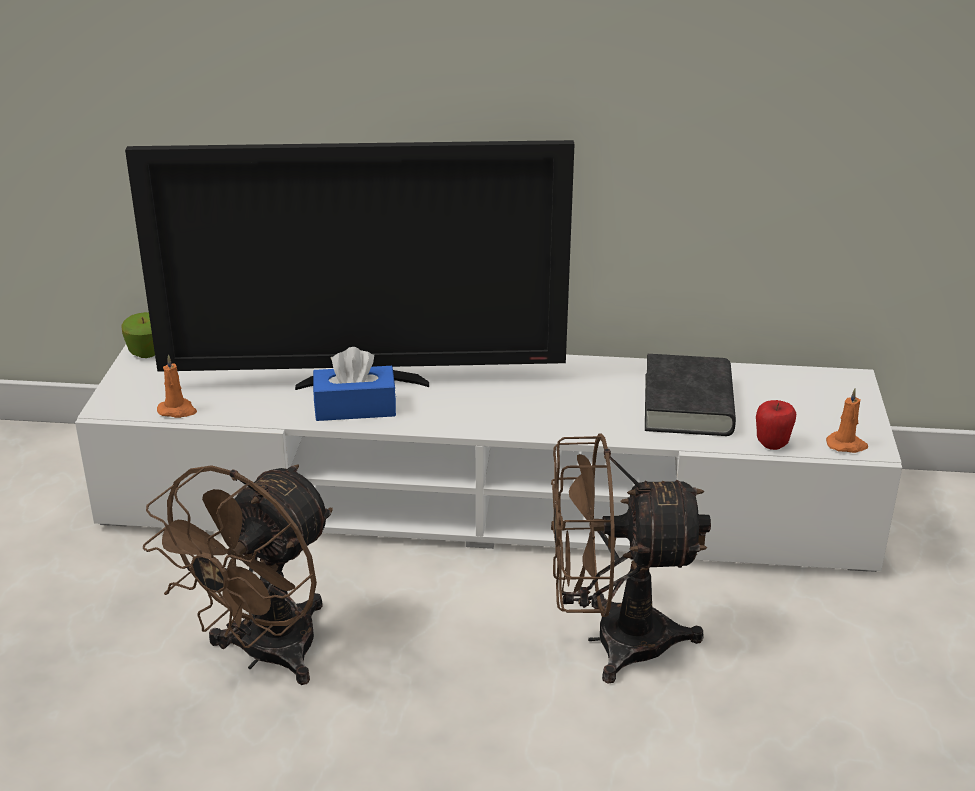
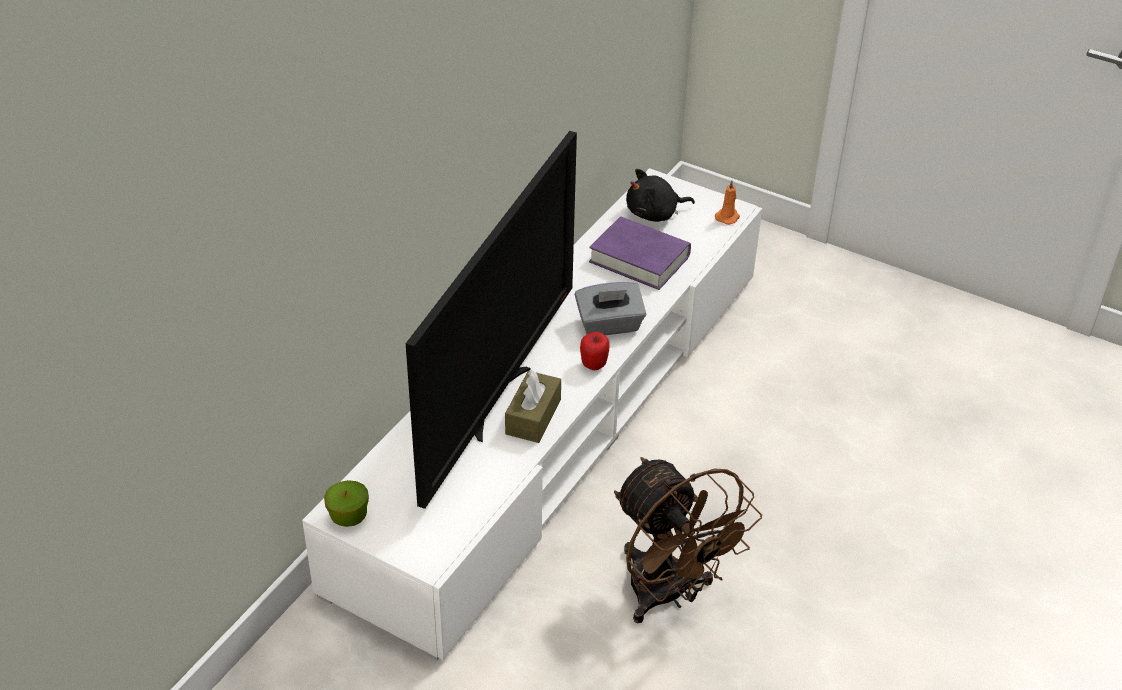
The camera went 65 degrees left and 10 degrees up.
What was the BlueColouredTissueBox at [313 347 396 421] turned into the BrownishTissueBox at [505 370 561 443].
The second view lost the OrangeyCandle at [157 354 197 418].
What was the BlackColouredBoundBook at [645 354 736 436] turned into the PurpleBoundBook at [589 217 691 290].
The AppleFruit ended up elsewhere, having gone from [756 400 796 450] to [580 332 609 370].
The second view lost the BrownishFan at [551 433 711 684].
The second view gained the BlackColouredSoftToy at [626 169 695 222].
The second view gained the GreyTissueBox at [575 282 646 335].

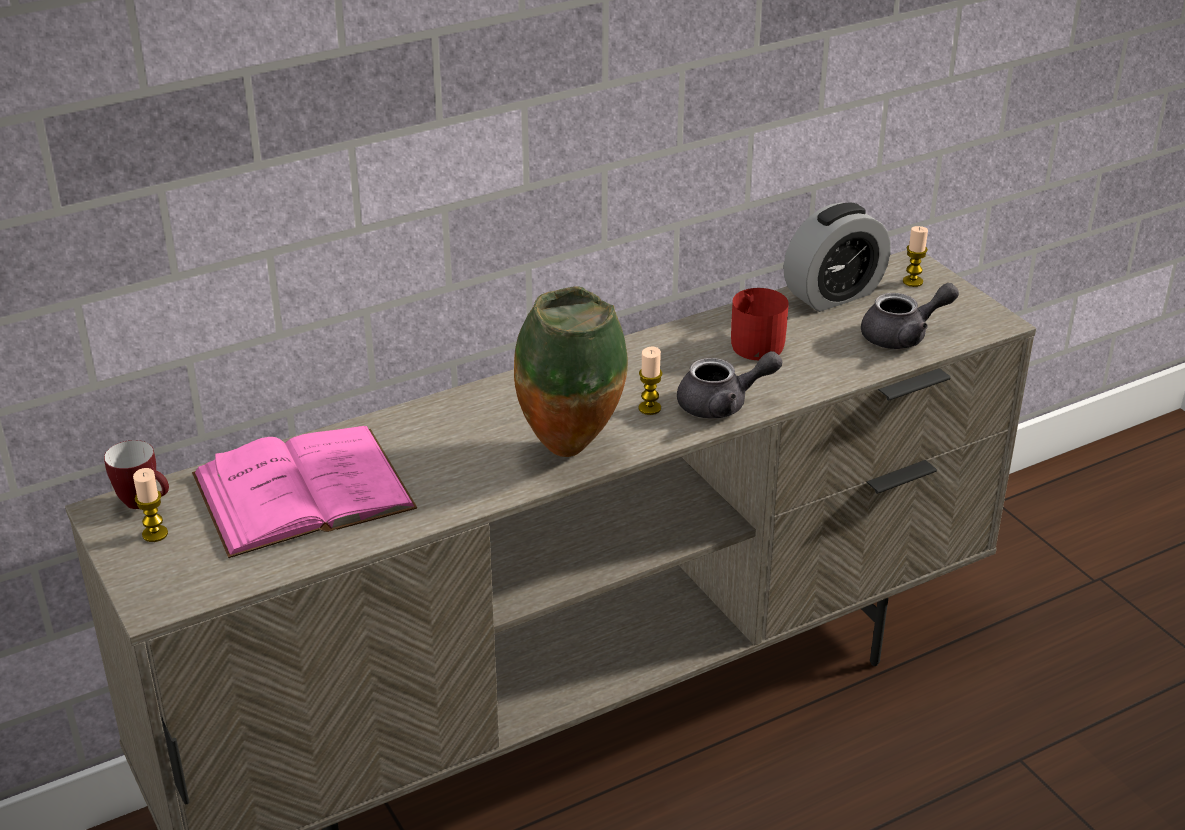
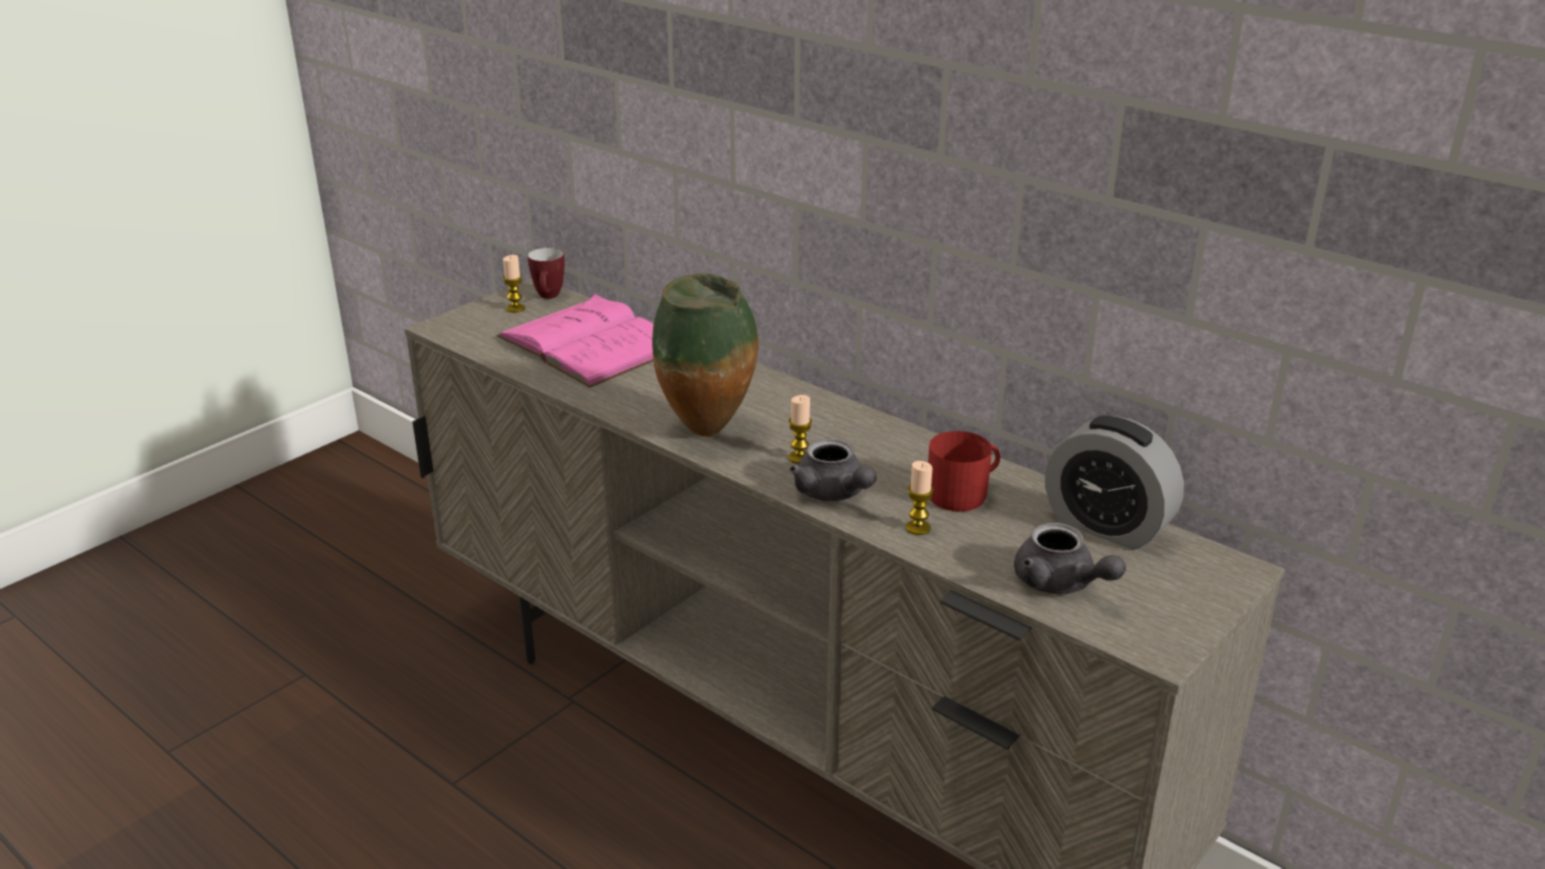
The camera went 70 degrees right and 5 degrees down.
The Candle ended up elsewhere, having gone from [903 226 928 287] to [906 461 934 535].

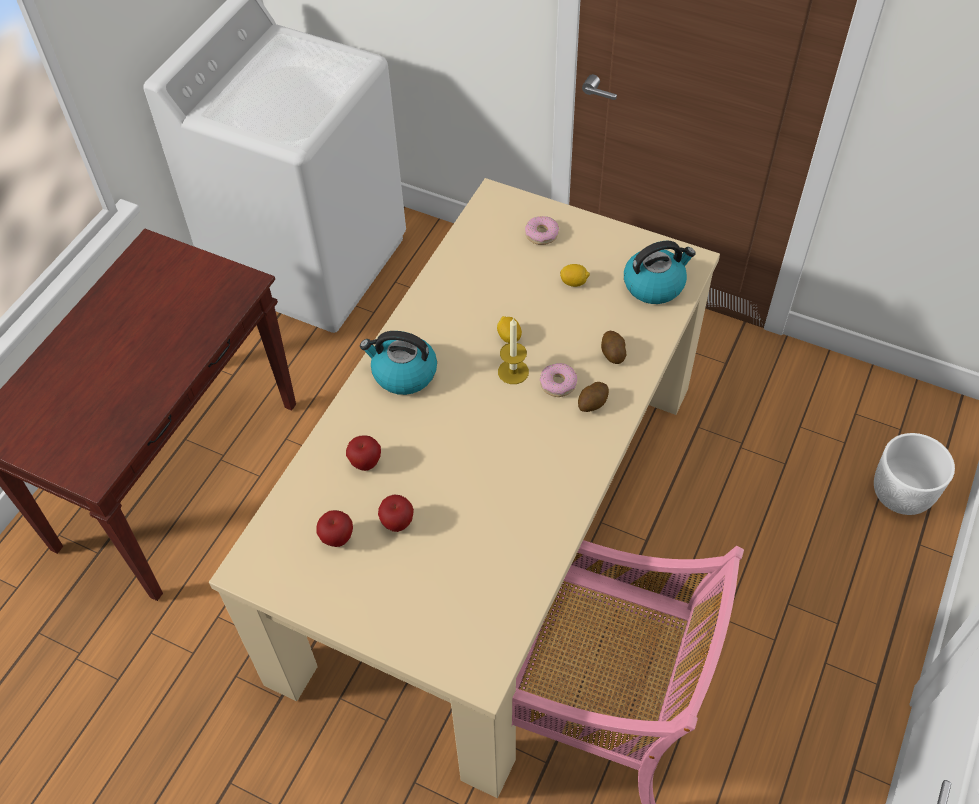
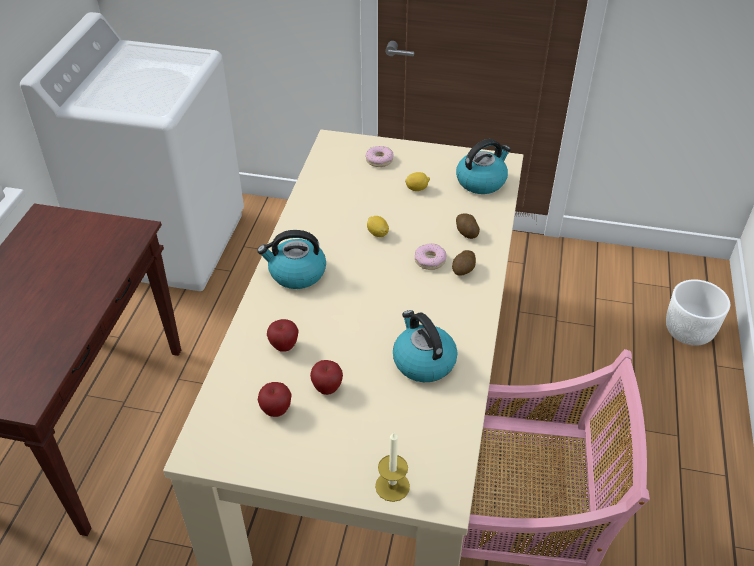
The camera went 15 degrees left and 10 degrees down.
The Candle ended up elsewhere, having gone from [498 318 529 384] to [375 432 410 502].
The second view gained the WaterKettle at [393 310 458 382].

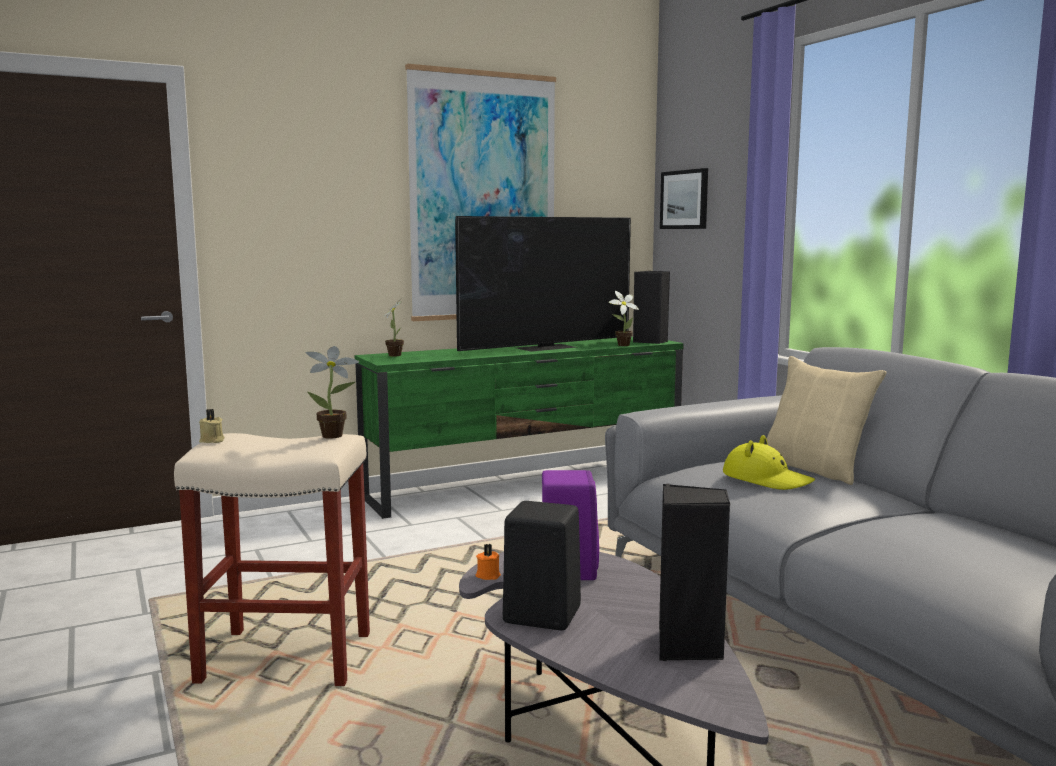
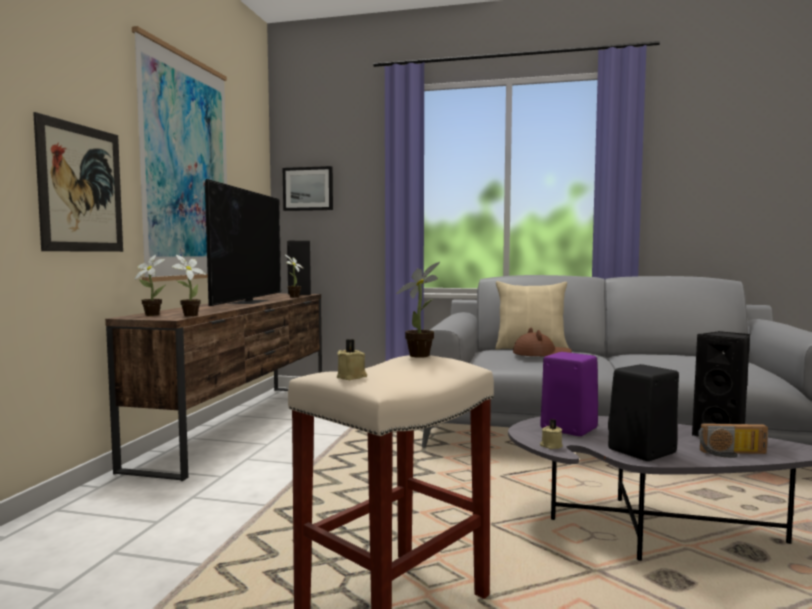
The camera went 50 degrees left and 5 degrees down.
What was the GreenMediaConsole at [355 337 684 519] turned into the BrownishMediaConsole at [105 293 322 481].
What was the YellowColouredHat at [723 435 815 490] turned into the BrownishHat at [513 328 572 357].
What was the OrangeyCandle at [476 544 501 580] turned into the BeigeColouredCandle at [540 419 563 449].
The second view gained the WallPicture at [33 112 123 252].
The second view gained the Houseplant at [172 255 206 316].
The second view gained the RadioReceiver at [698 423 768 458].

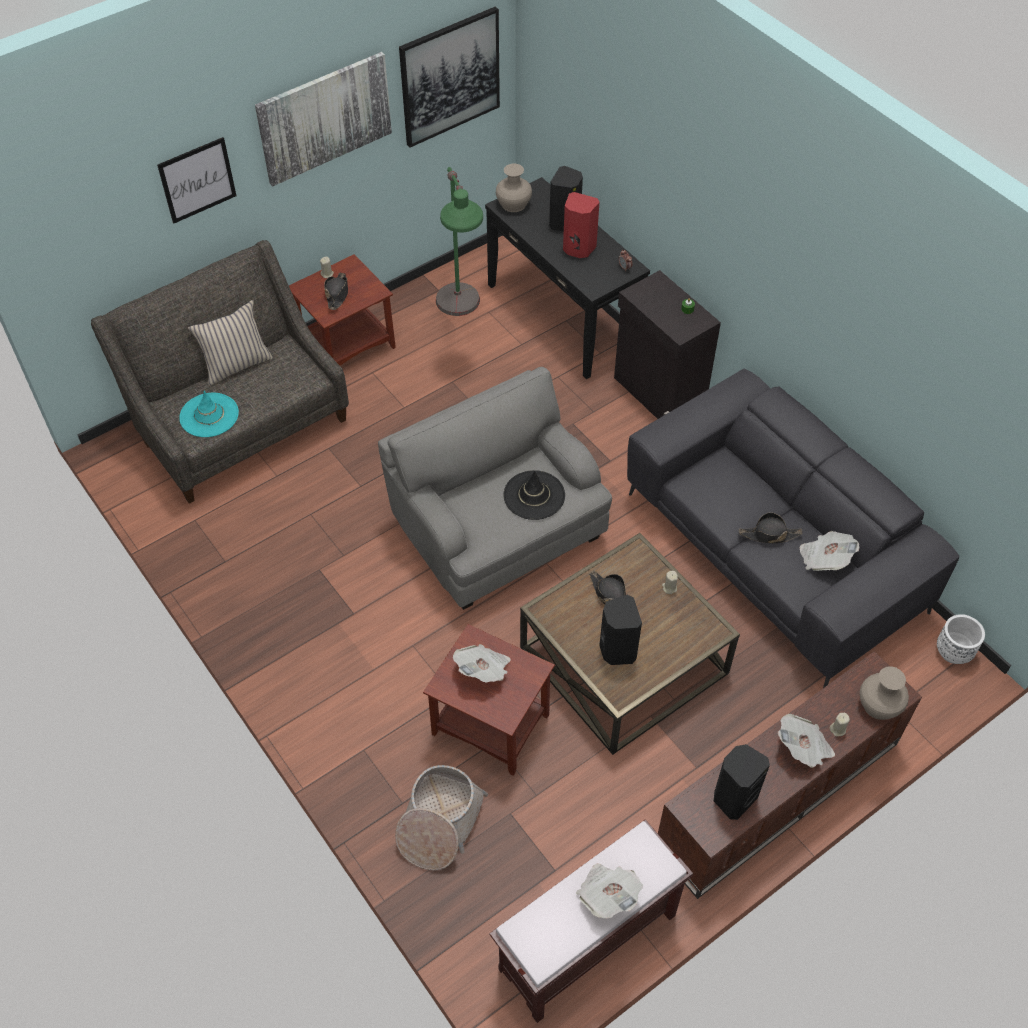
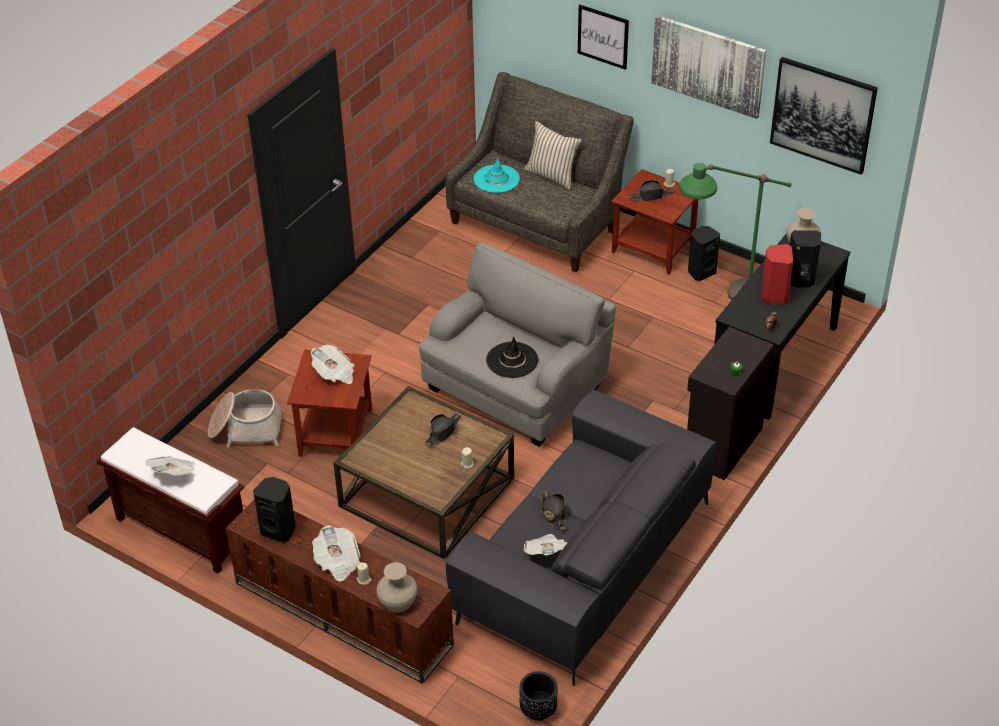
The camera went 70 degrees right and 10 degrees down.
The BlackColouredSpeaker ended up elsewhere, having gone from [599 595 642 665] to [688 226 720 281].
What was the WhitishFlowerPot at [937 614 985 664] turned into the BlackColouredFlowerPot at [520 671 558 721].

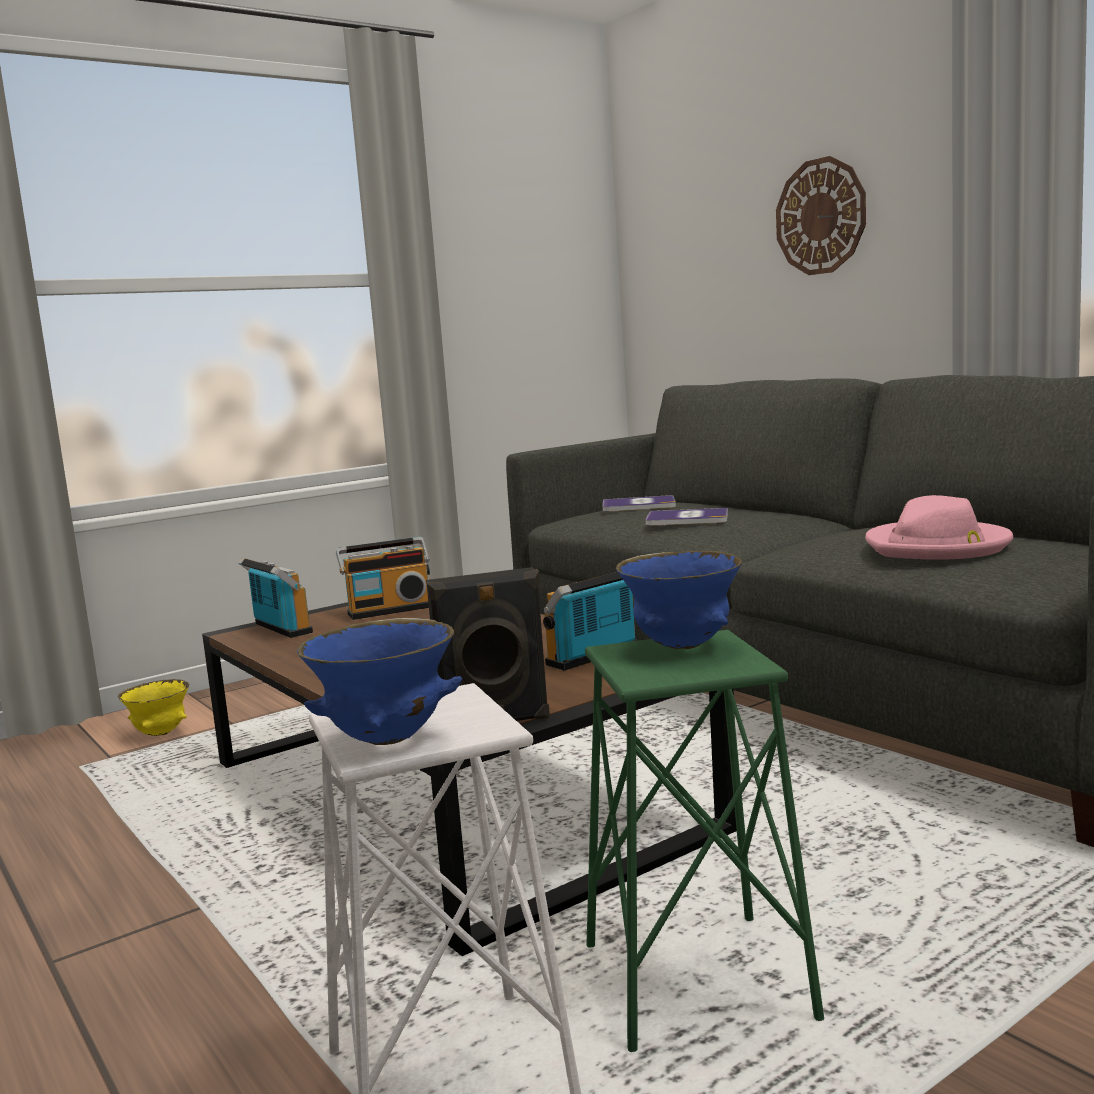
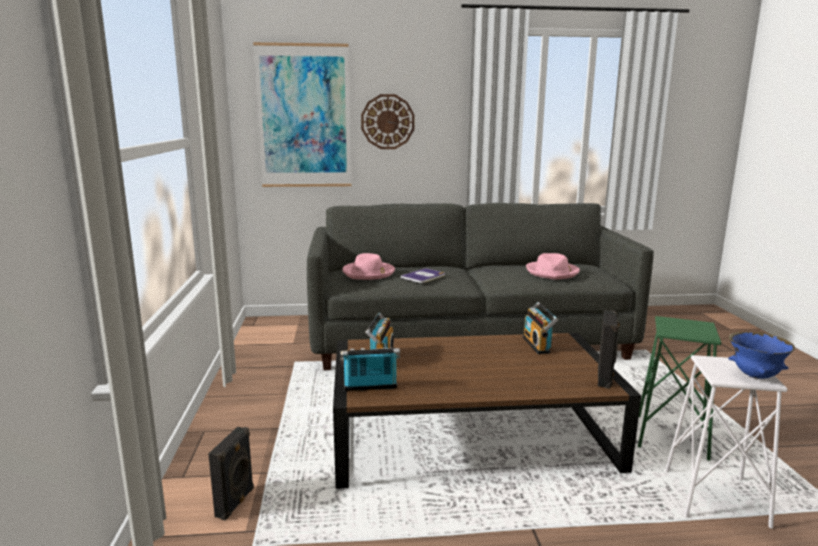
The camera went 60 degrees left and 5 degrees up.
Where the BoundBook stood at [603 495 676 512], the PinkishHat came to stand at [342 253 395 280].
The second view lost the BlueColouredBowl at [616 550 742 649].
Where the YellowColouredBowl stood at [118 679 189 736], the BlackColouredSpeaker came to stand at [208 427 254 520].
The second view gained the WallPicture at [253 42 351 187].

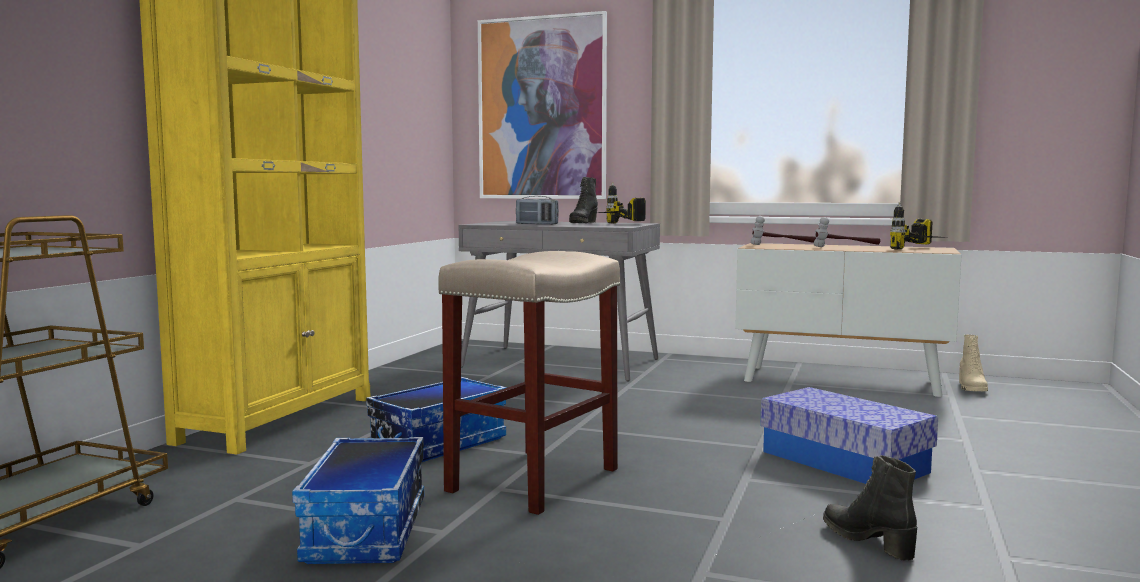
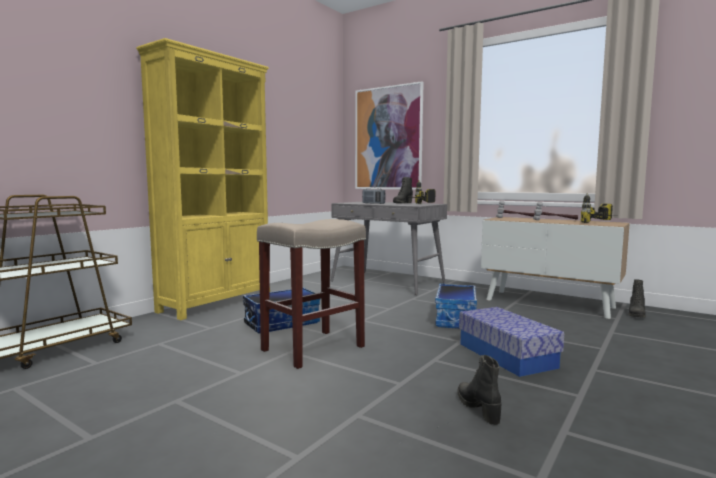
The camera went 15 degrees right and 0 degrees up.
What was the BeigeColouredTallBoot at [959 335 988 391] turned into the BlackColouredTallBoot at [628 279 646 318].
The StorageContainer ended up elsewhere, having gone from [292 437 424 564] to [435 284 477 329].

